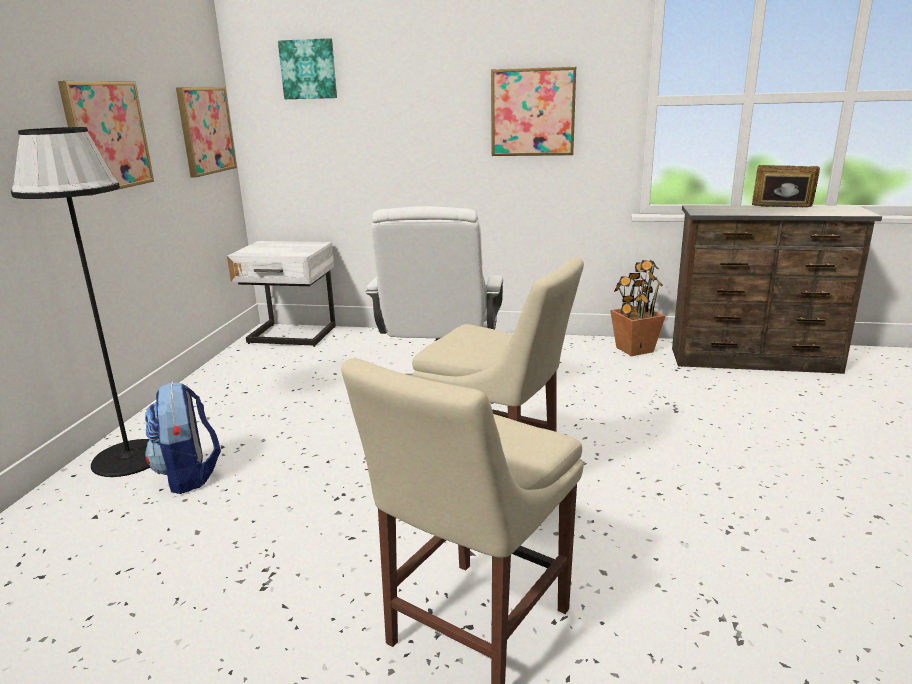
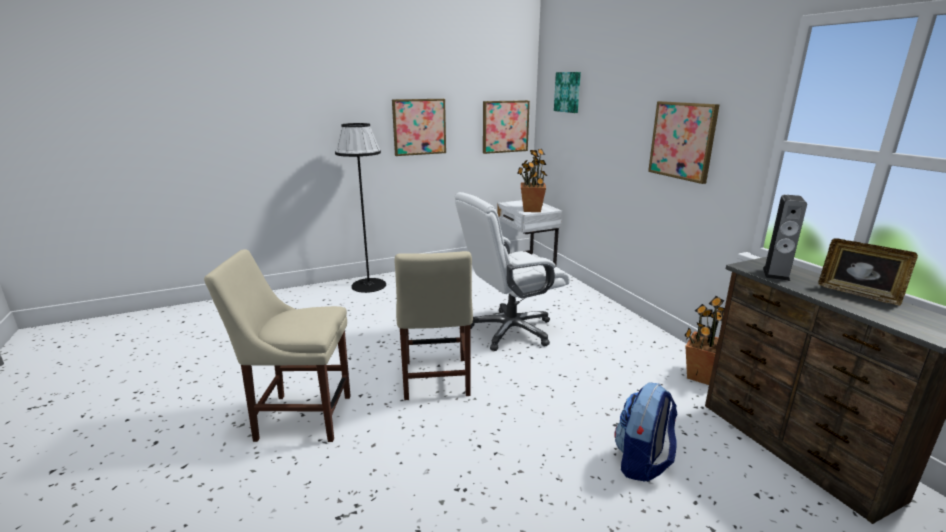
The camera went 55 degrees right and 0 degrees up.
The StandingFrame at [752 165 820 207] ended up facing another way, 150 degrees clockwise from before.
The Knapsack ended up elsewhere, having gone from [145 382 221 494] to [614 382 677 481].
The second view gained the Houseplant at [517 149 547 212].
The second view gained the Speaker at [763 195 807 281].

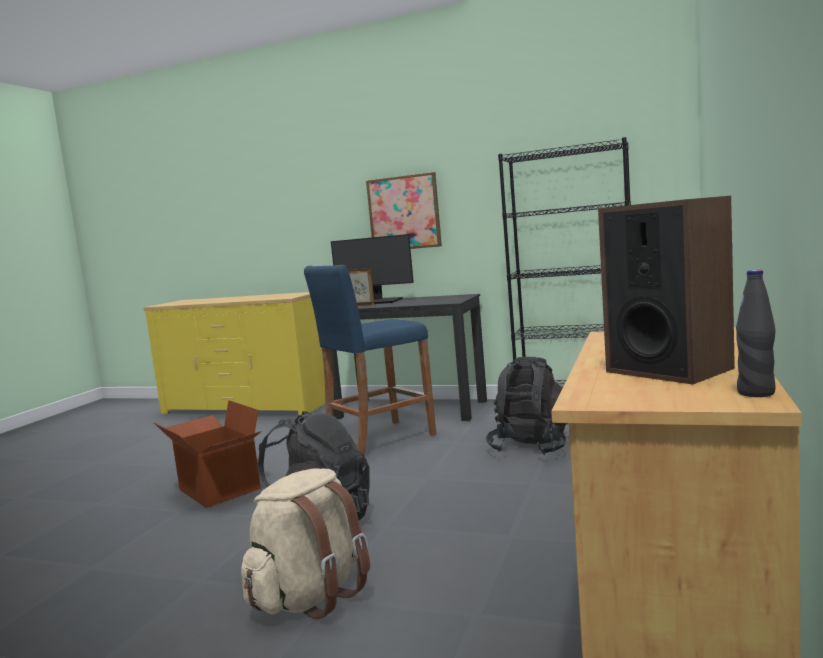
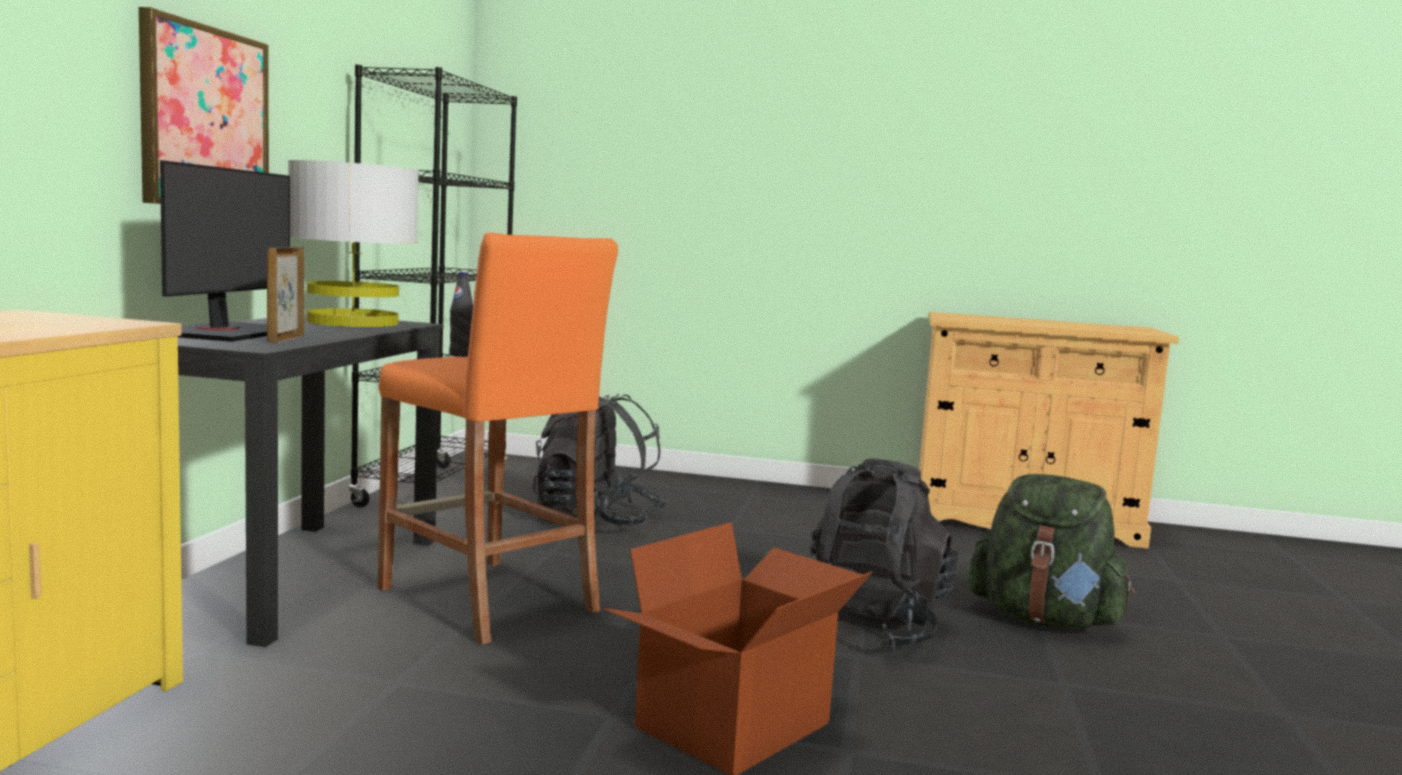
The camera went 100 degrees left and 0 degrees up.
The second view lost the Speaker at [598 196 735 385].
What was the BlueColouredStool at [304 265 436 456] turned into the OrangeyStool at [378 232 618 644].
The BlackColouredBeverageBottle ended up elsewhere, having gone from [736 270 775 397] to [449 272 473 357].
What was the BeigeColouredKnapsack at [241 469 370 619] turned into the GreenKnapsack at [969 474 1135 628].
The second view gained the GreyTabletopLamp at [288 160 419 327].

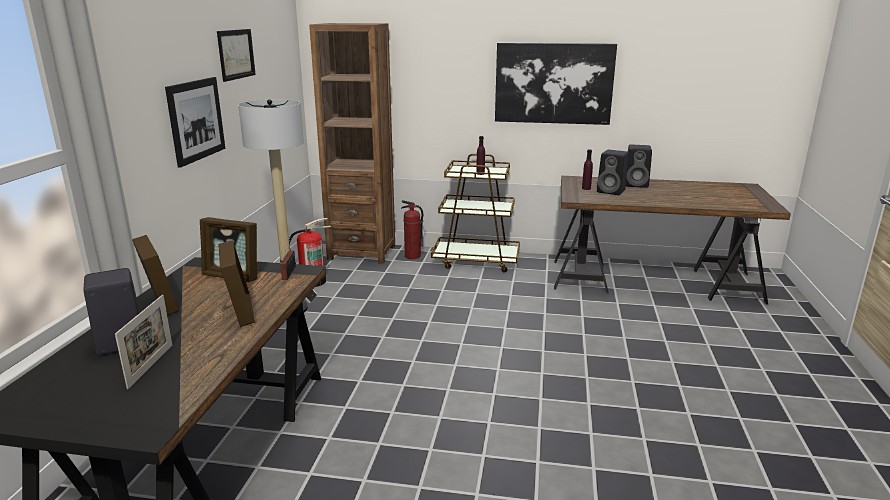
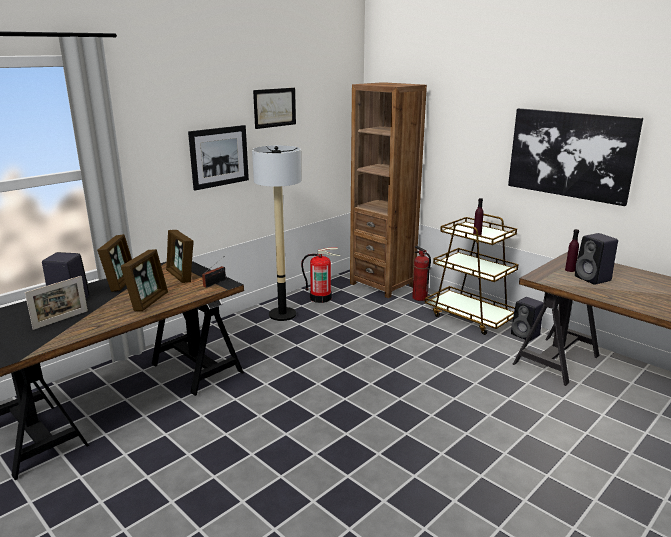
The camera went 35 degrees right and 0 degrees up.
The BlackColouredSpeaker ended up elsewhere, having gone from [626 145 652 188] to [511 297 543 341].

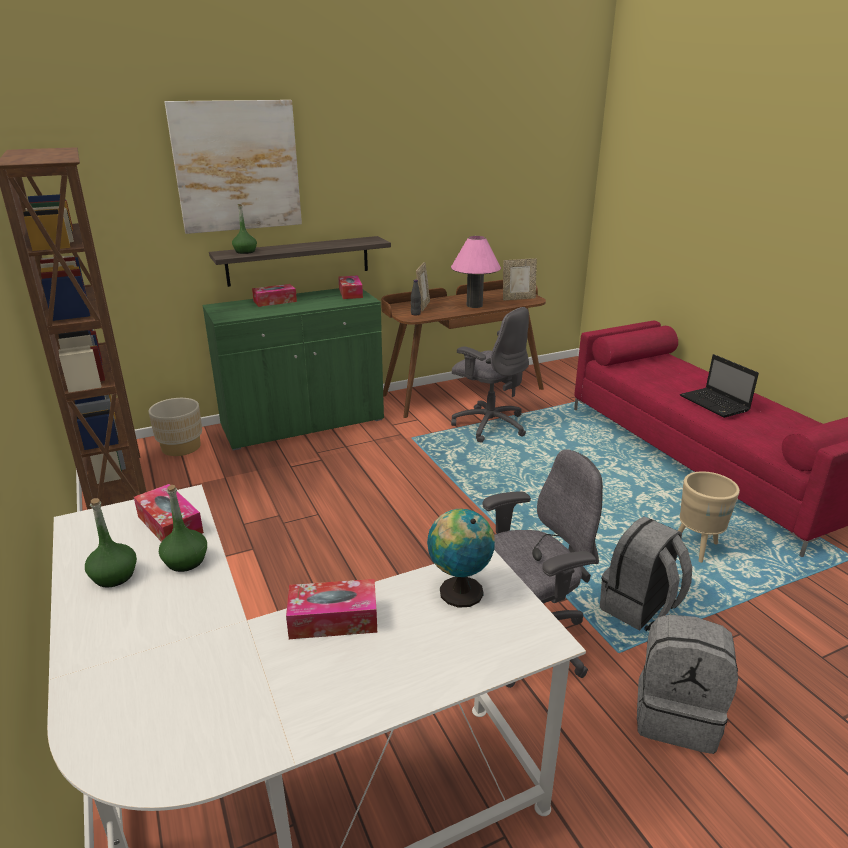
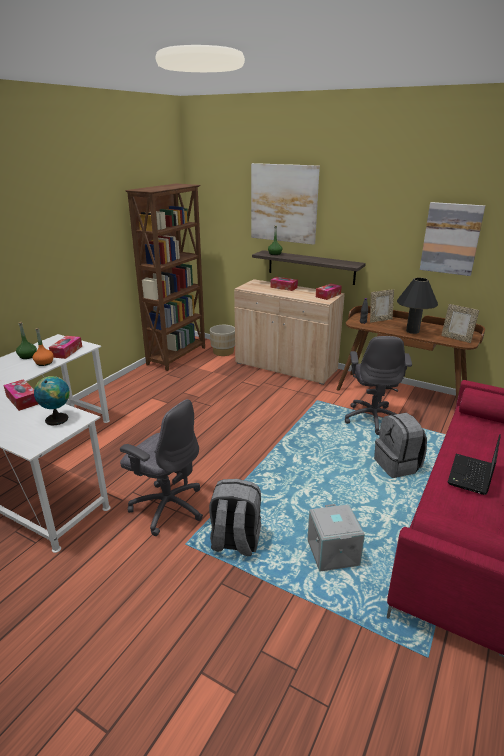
The camera went 55 degrees right and 0 degrees up.
What was the PinkishTabletopLamp at [451 236 501 308] turned into the BlackColouredTabletopLamp at [397 278 438 334].
What was the GreenStorageCabinet at [202 288 384 450] turned into the BeigeColouredStorageCabinet at [234 279 345 385].
Where the BeigeColouredFlowerPot stood at [678 471 740 563], the GreyStorageContainer came to stand at [307 504 365 572].
What was the GreenBeverageBottle at [159 485 207 572] turned into the OrangeyBeverageBottle at [33 328 54 366].
The GreyKnapsack ended up elsewhere, having gone from [637 615 738 754] to [374 413 427 478].
The second view gained the WallPicture at [420 202 485 276].

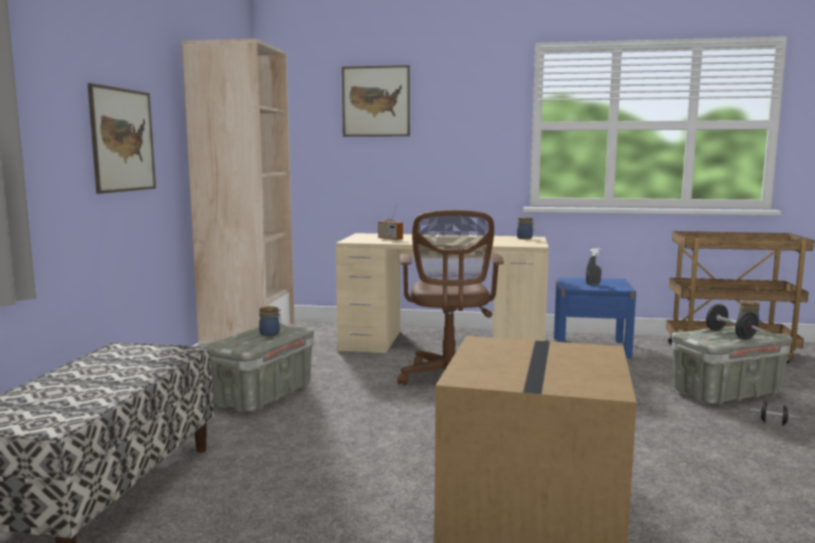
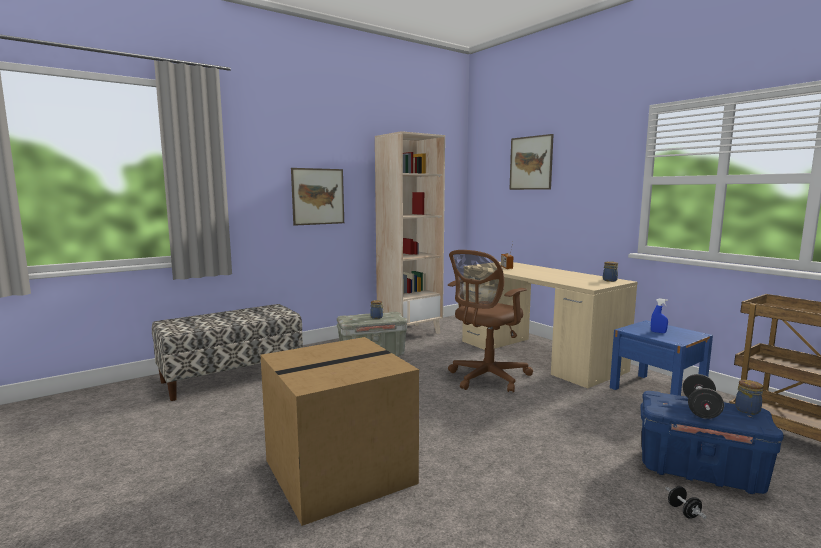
The camera went 45 degrees right and 0 degrees up.
What was the GreyHandSprayer at [586 248 601 285] turned into the BlueColouredHandSprayer at [651 298 668 333].
What was the GreyStorageContainer at [672 326 792 405] turned into the BlueColouredStorageContainer at [640 391 784 494].

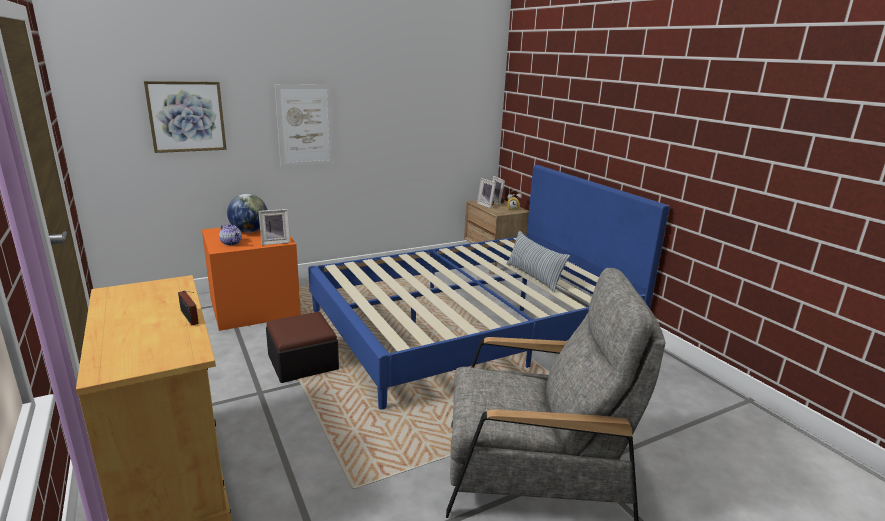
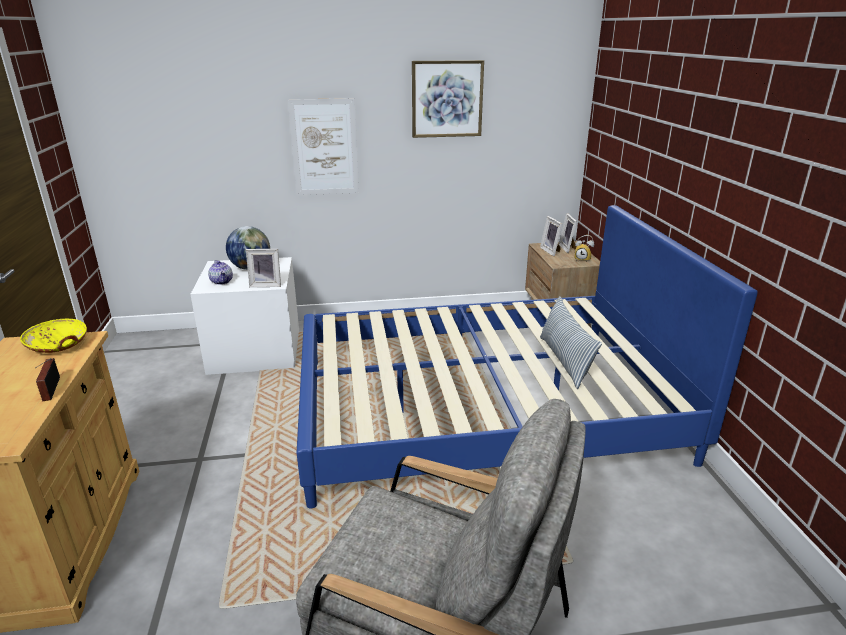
The camera went 20 degrees right and 5 degrees up.
The WallPicture ended up elsewhere, having gone from [144 81 227 153] to [412 60 484 138].
What was the OrangeyStorageContainer at [202 228 301 331] turned into the WhitishStorageContainer at [190 257 299 375].
The second view lost the Ottoman at [266 312 339 383].
The second view gained the YellowColouredBowl at [20 319 87 353].

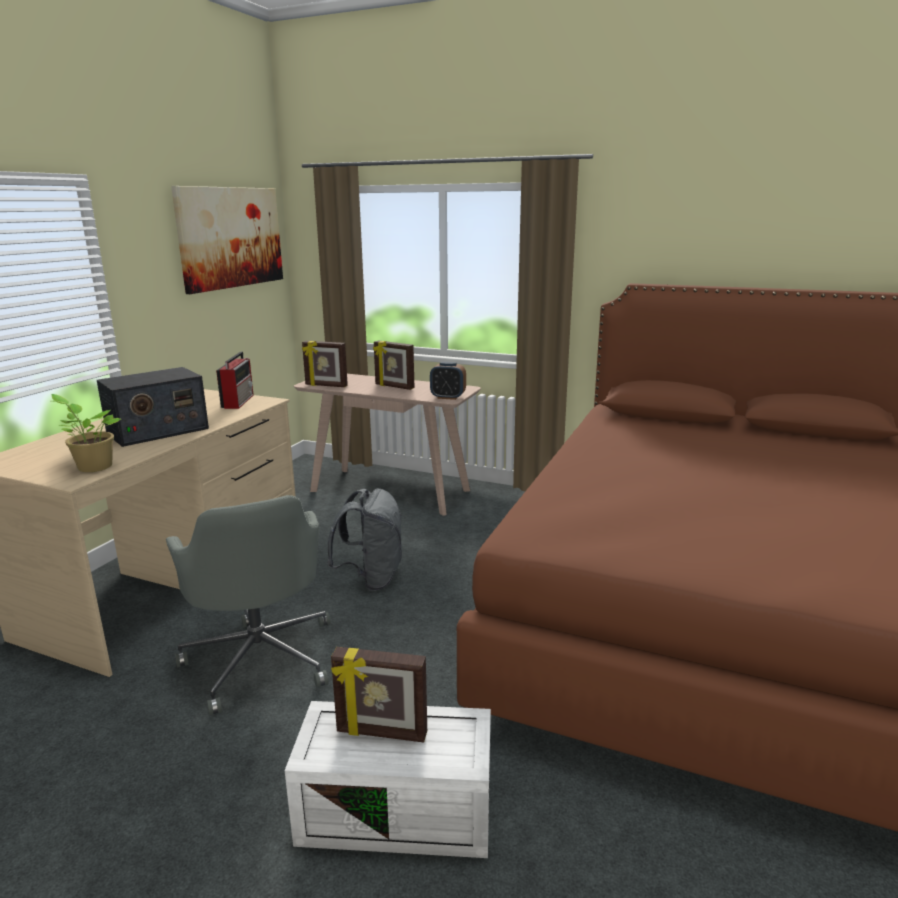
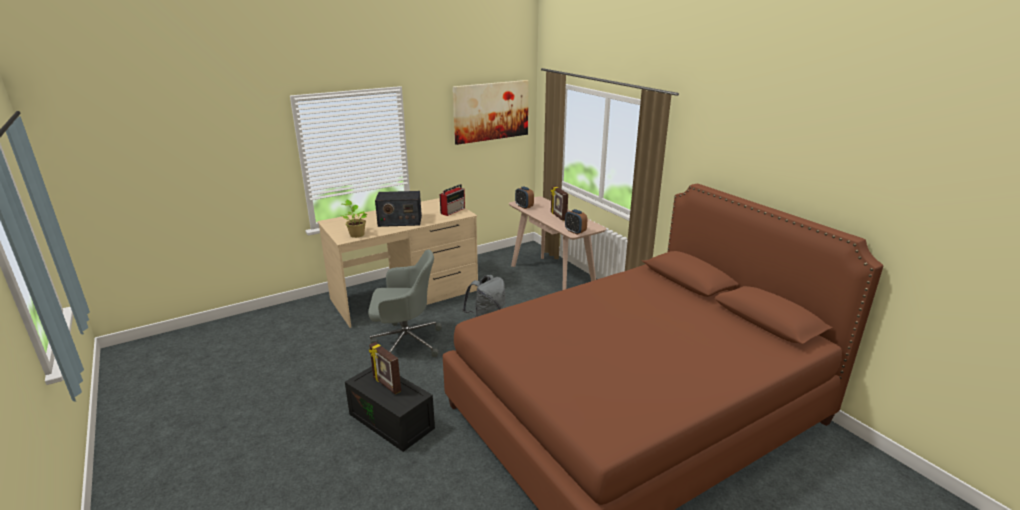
The camera went 35 degrees right and 5 degrees up.
Where the StandingFrame stood at [302 341 348 387], the BedsideClock came to stand at [515 186 534 209].
The GreyComputerChair at [166 495 330 716] ended up facing another way, 105 degrees counterclockwise from before.
What was the WhitishStorageContainer at [284 701 491 858] turned into the BlackColouredStorageContainer at [345 366 435 452].

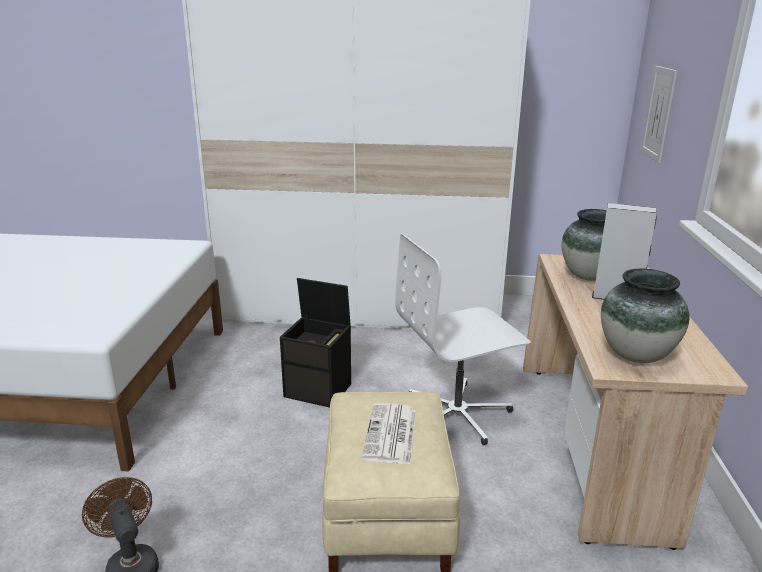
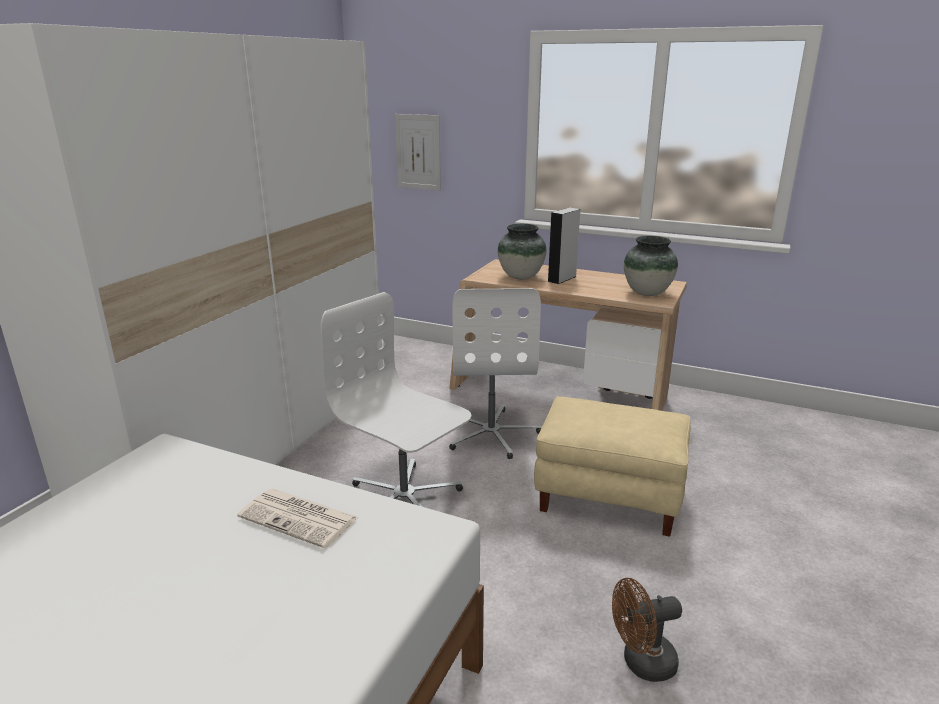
The camera went 70 degrees left and 0 degrees up.
Where the BlackColouredStorageContainer stood at [280 278 351 408], the WhitishComputerChair came to stand at [320 292 471 506].
The Newspaper ended up elsewhere, having gone from [362 403 416 465] to [237 489 359 548].

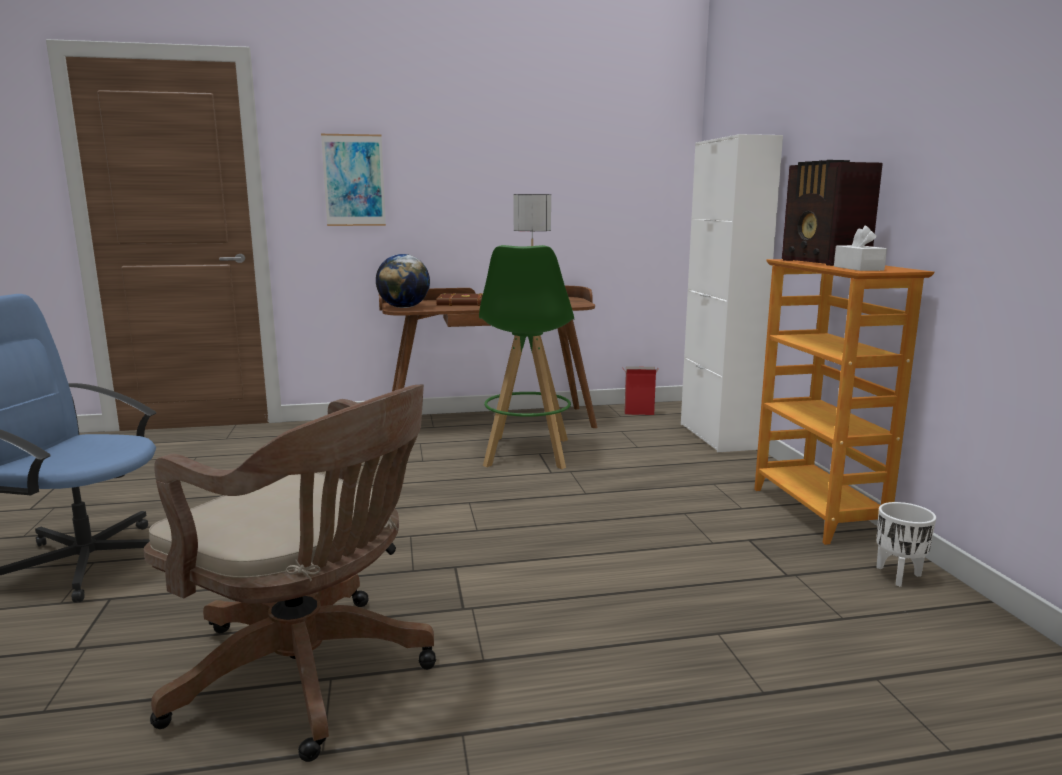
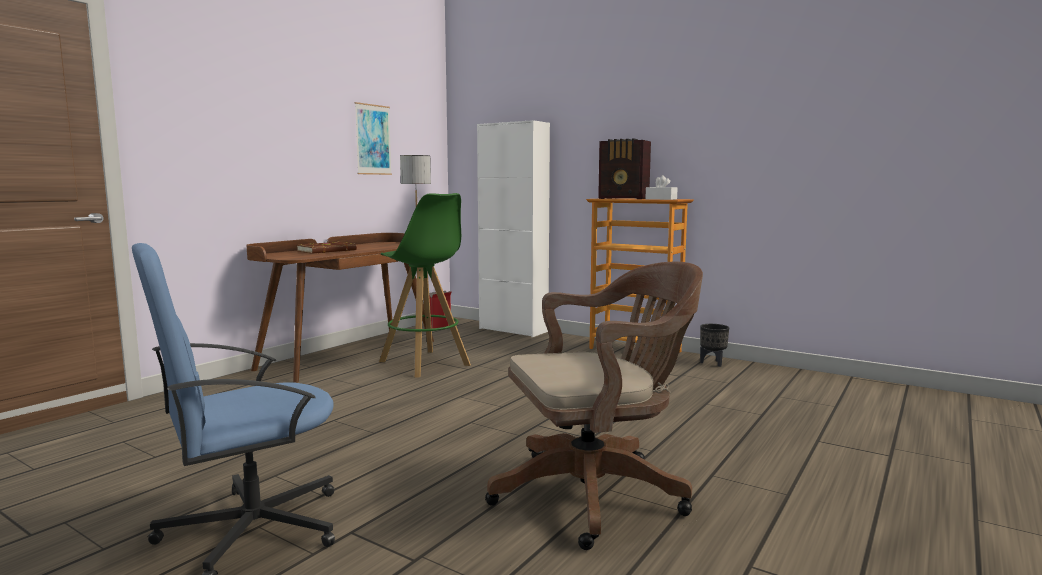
The camera went 45 degrees left and 5 degrees down.
The WallPicture ended up elsewhere, having gone from [321 134 386 226] to [355 102 392 175].
The second view lost the WorldGlobe at [376 254 430 308].
What was the WhitishFlowerPot at [876 502 936 587] turned into the BlackColouredFlowerPot at [700 324 729 367].

